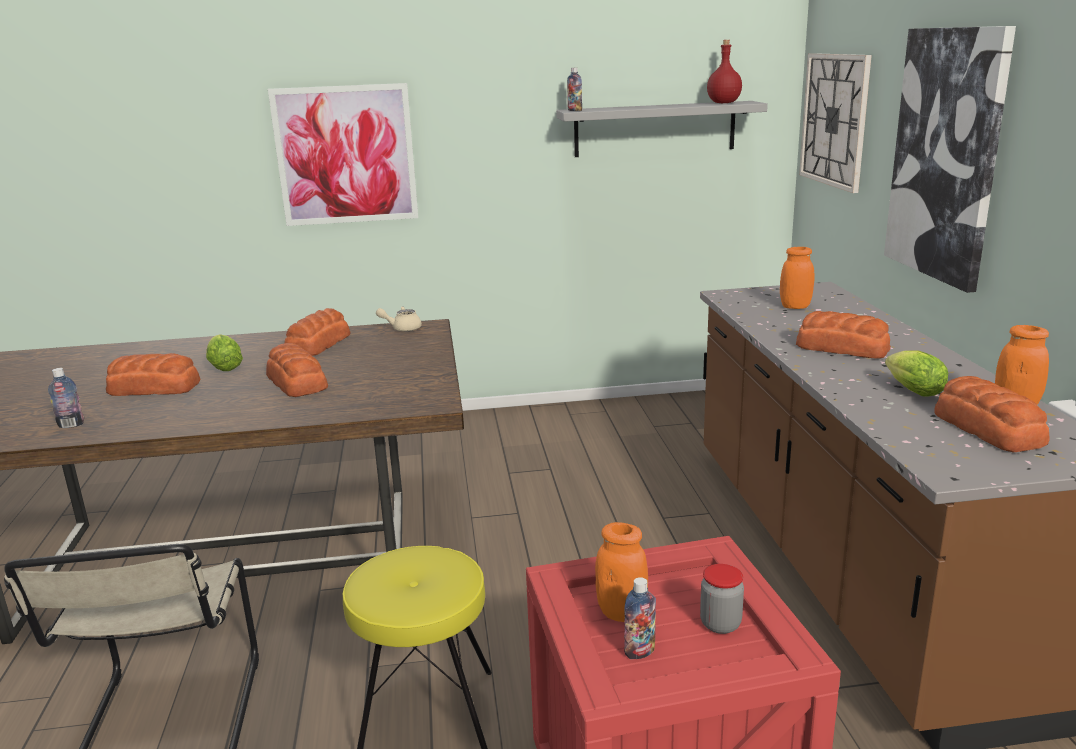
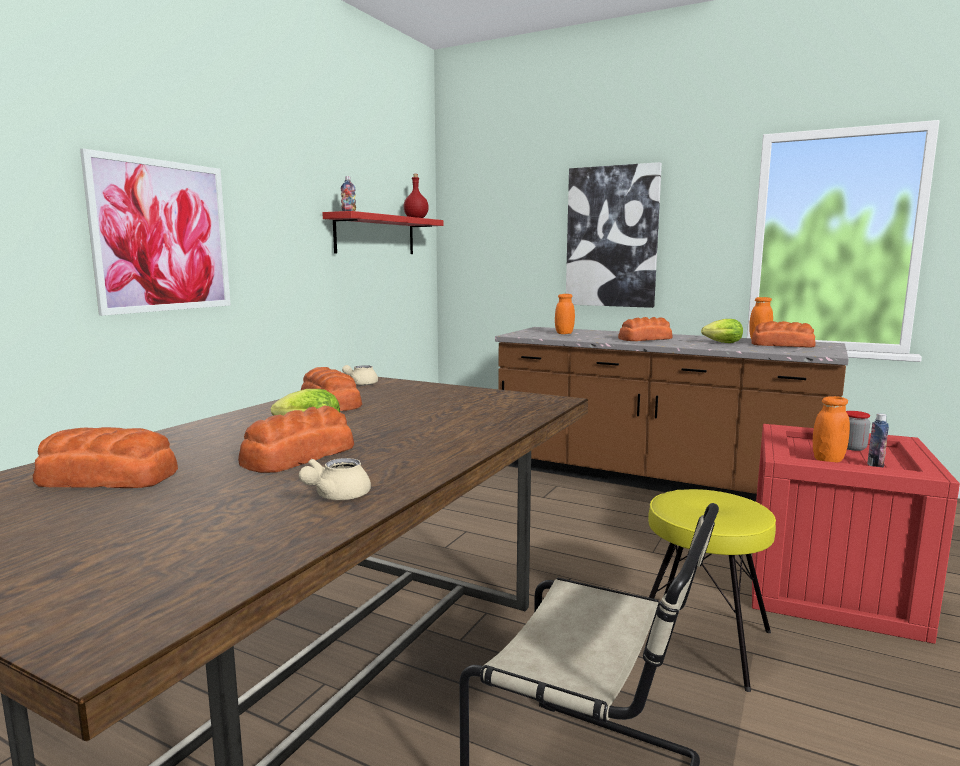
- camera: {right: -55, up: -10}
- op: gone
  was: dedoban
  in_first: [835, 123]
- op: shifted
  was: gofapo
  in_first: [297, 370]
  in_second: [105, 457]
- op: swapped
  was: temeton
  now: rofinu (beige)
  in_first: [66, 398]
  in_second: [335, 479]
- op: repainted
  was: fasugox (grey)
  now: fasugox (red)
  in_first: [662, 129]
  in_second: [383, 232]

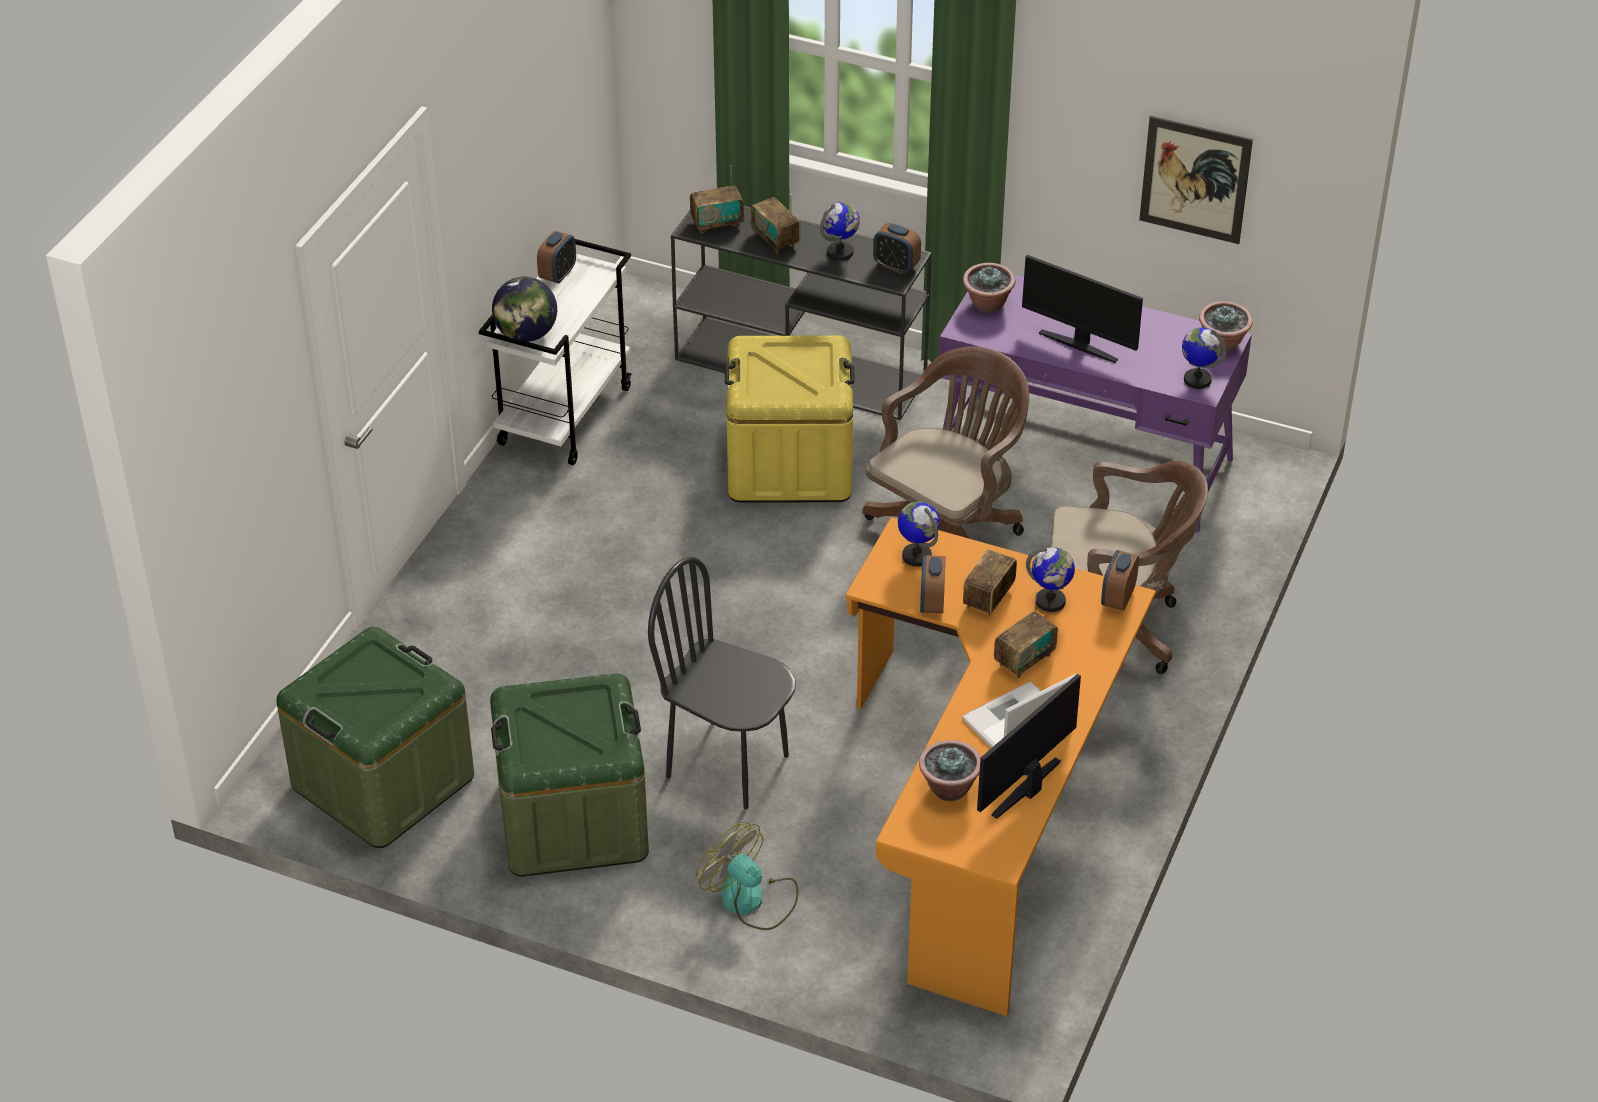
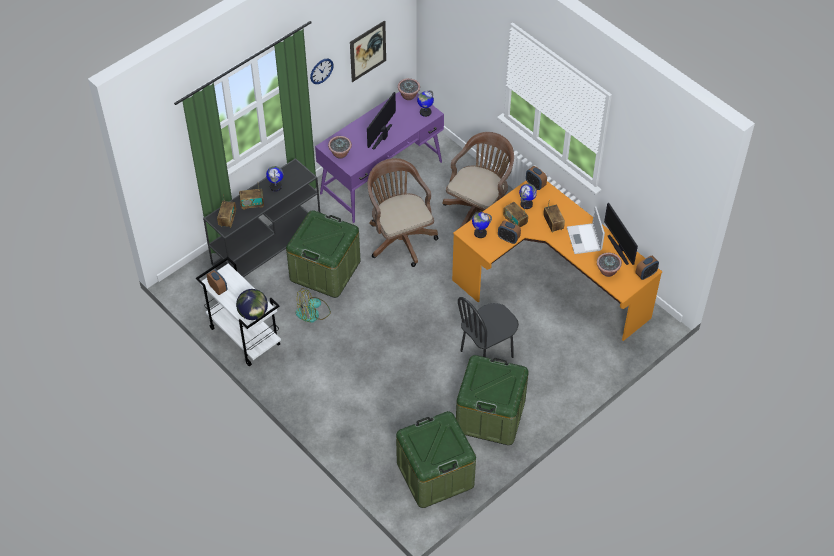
- camera: {right: -65, up: 10}
- op: new
  now: dedoban
  in_second: [322, 71]
- op: shifted
  was: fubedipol
  in_first: [747, 876]
  in_second: [313, 305]
- op: shifted
  was: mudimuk
  in_first: [897, 248]
  in_second: [647, 268]
- op: repainted
  was: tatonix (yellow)
  now: tatonix (green)
  in_first: [790, 419]
  in_second: [323, 254]
- op: rotated
  was: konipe
  in_first: [1082, 309]
  in_second: [381, 120]
  clockwise: 150

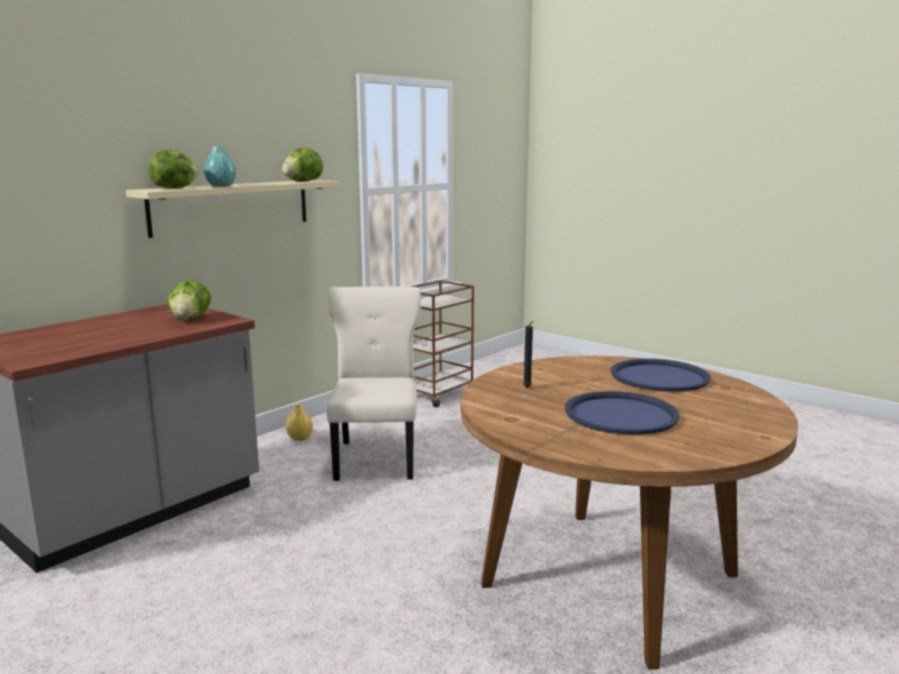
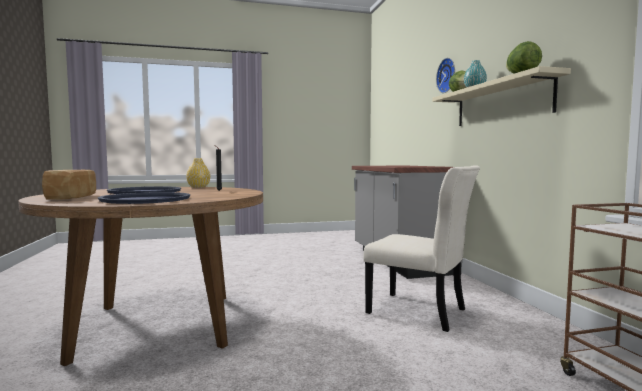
- camera: {right: 125, up: -10}
- op: gone
  was: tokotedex
  in_first: [190, 300]
- op: new
  now: gofapo
  in_second: [69, 185]
- op: new
  now: dedoban
  in_second: [445, 75]
- op: shifted
  was: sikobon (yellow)
  in_first: [299, 423]
  in_second: [198, 173]

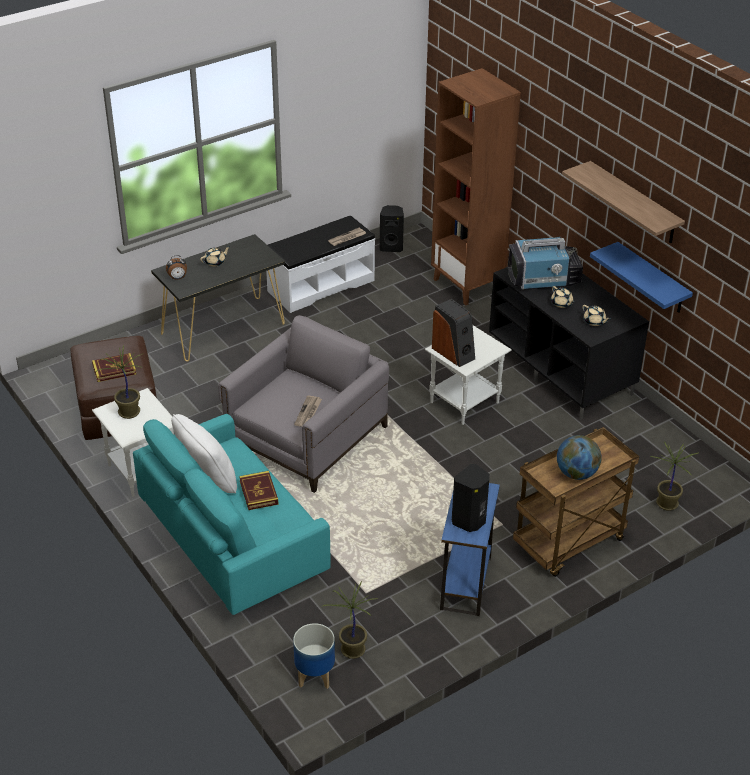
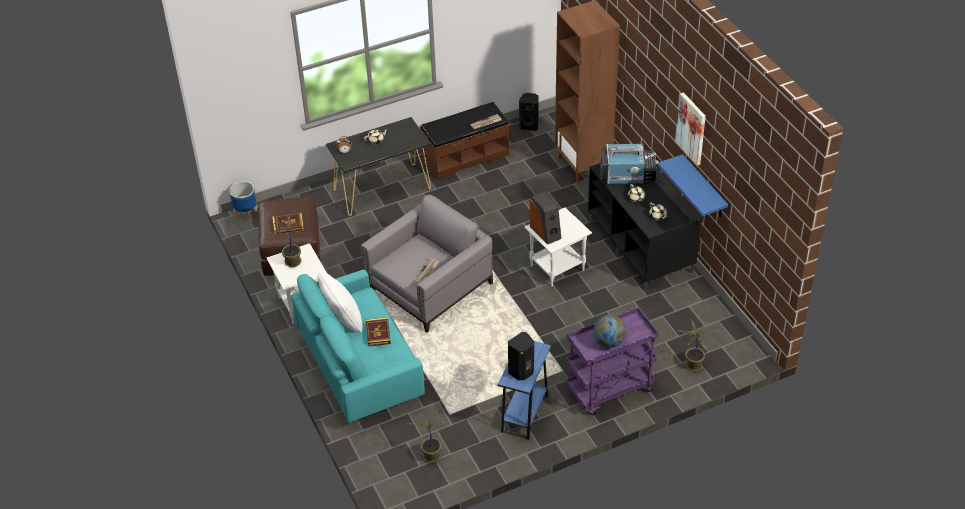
- camera: {right: 10, up: 5}
- op: shifted
  was: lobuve
  in_first: [314, 656]
  in_second: [243, 201]
- op: swapped
  was: fasugox
  now: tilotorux
  in_first: [623, 202]
  in_second: [691, 129]
- op: repainted
  was: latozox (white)
  now: latozox (brown)
  in_first: [320, 264]
  in_second: [464, 140]
- op: repainted
  was: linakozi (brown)
  now: linakozi (purple)
  in_first: [576, 502]
  in_second: [612, 361]

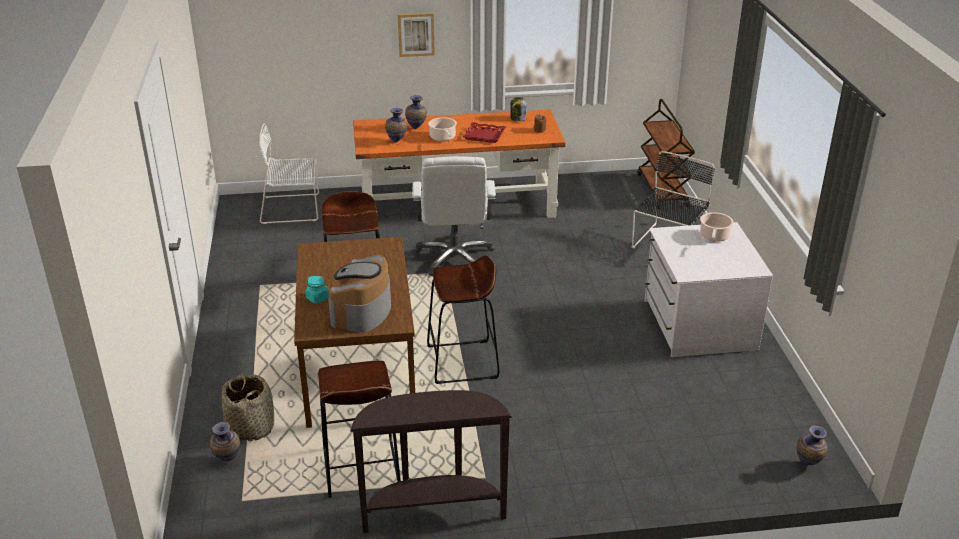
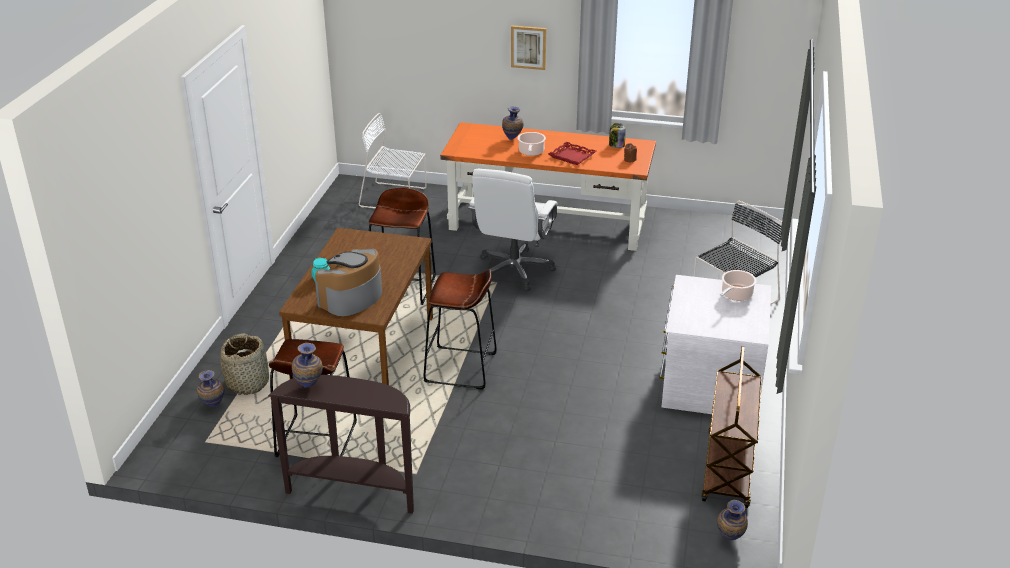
- camera: {right: 20, up: 0}
- op: shifted
  was: sikobon
  in_first: [396, 125]
  in_second: [307, 365]
- op: shifted
  was: linakozi (brown)
  in_first: [666, 154]
  in_second: [732, 427]

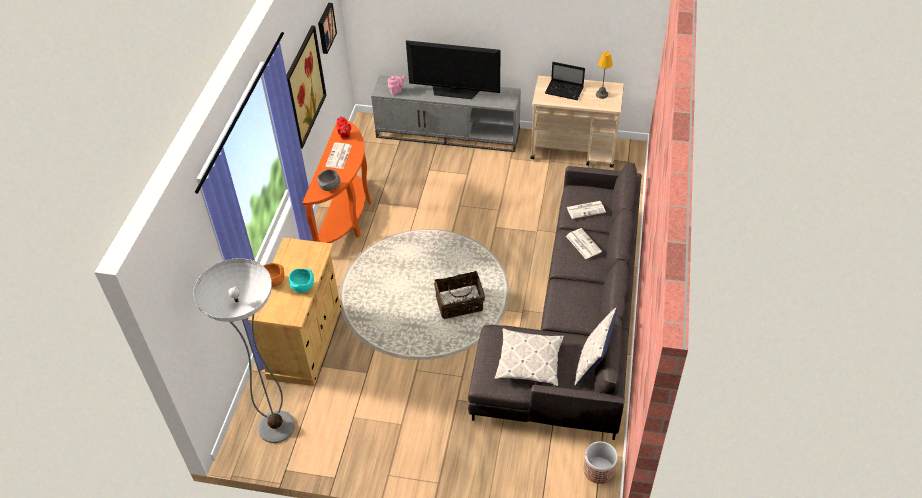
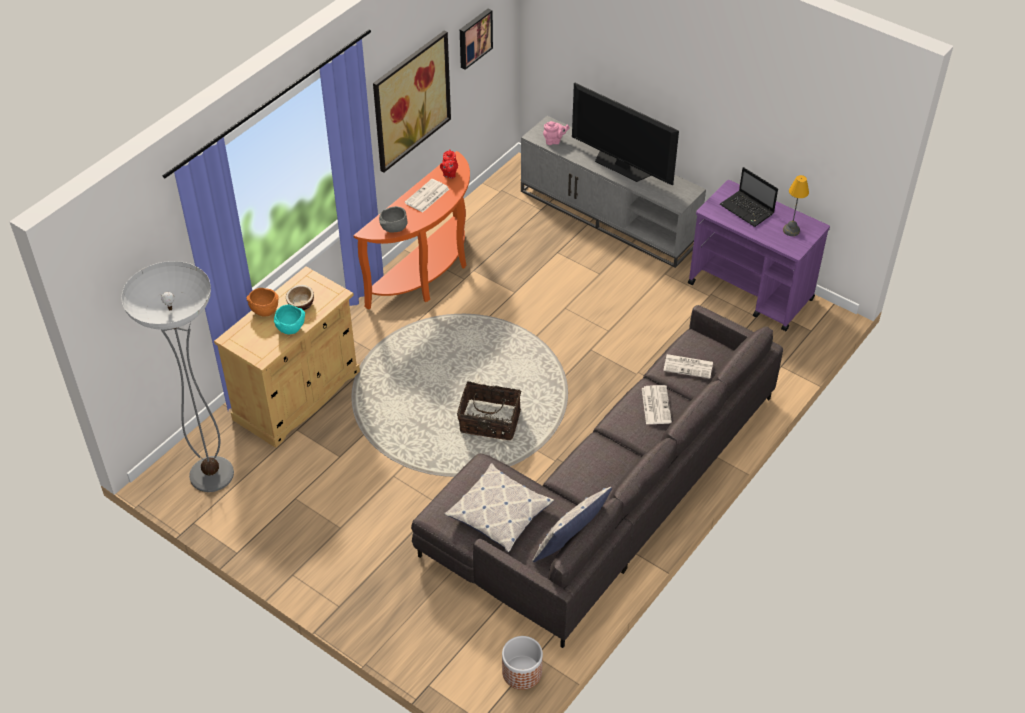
- camera: {right: 25, up: 0}
- op: new
  now: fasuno
  in_second: [300, 297]
- op: repainted
  was: linakozi (beige)
  now: linakozi (purple)
  in_first: [577, 121]
  in_second: [759, 256]

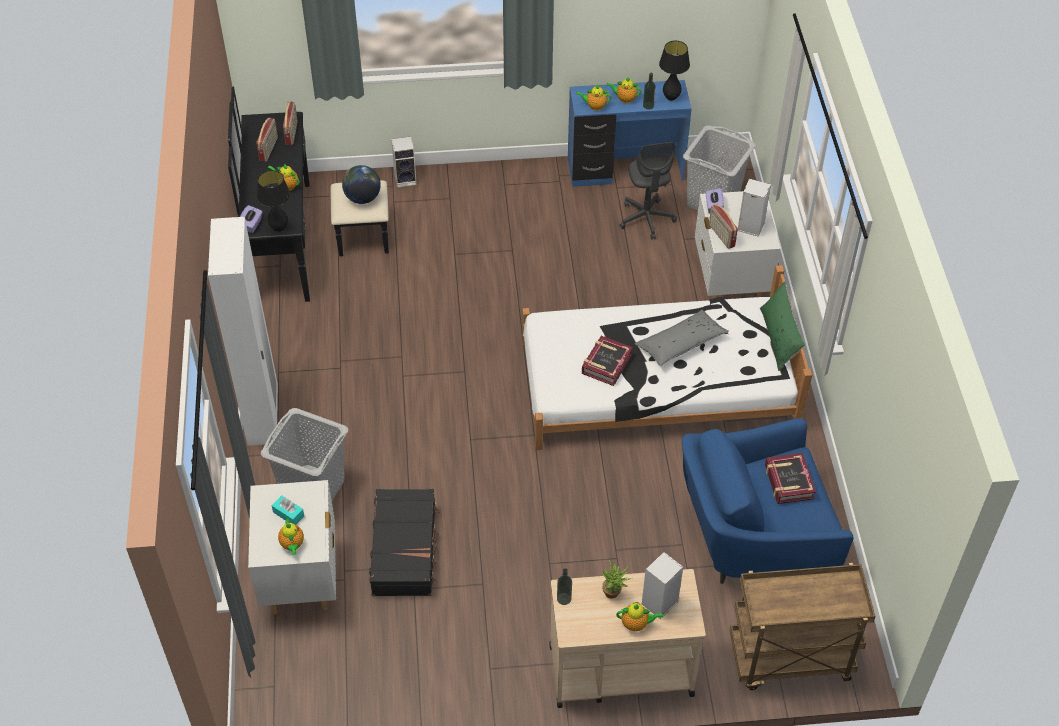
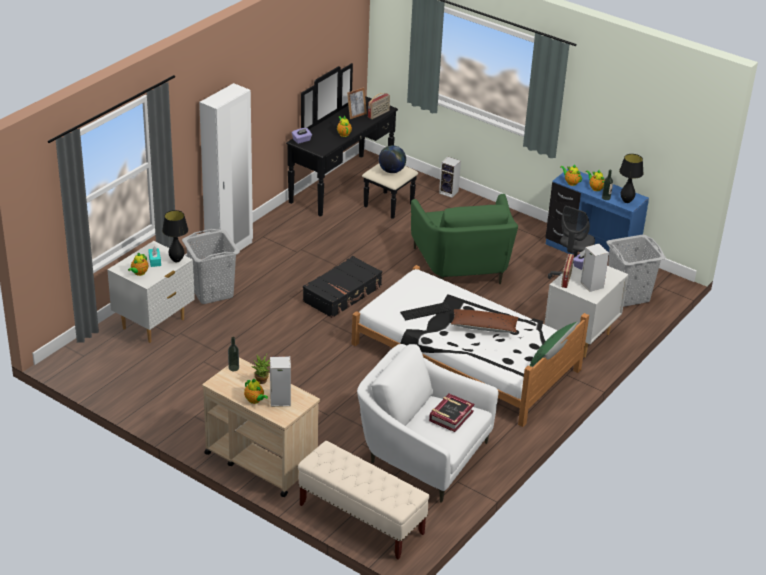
- camera: {right: 40, up: -15}
- op: new
  now: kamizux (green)
  in_second: [464, 239]
- op: shifted
  was: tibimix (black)
  in_first: [273, 201]
  in_second: [175, 236]
- op: shifted
  was: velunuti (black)
  in_first: [404, 542]
  in_second: [342, 287]
- op: swapped
  was: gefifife
  now: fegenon
  in_first: [267, 140]
  in_second: [357, 103]
- op: swapped
  was: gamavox
  now: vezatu
  in_first: [607, 361]
  in_second: [426, 311]
- op: swapped
  was: linakozi (brown)
  now: latozox (beige)
  in_first: [802, 626]
  in_second: [363, 500]
- op: repainted
  was: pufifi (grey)
  now: pufifi (brown)
  in_first: [682, 338]
  in_second: [484, 321]
- op: repainted
  was: kamizux (blue)
  now: kamizux (white)
  in_first: [768, 501]
  in_second: [427, 423]

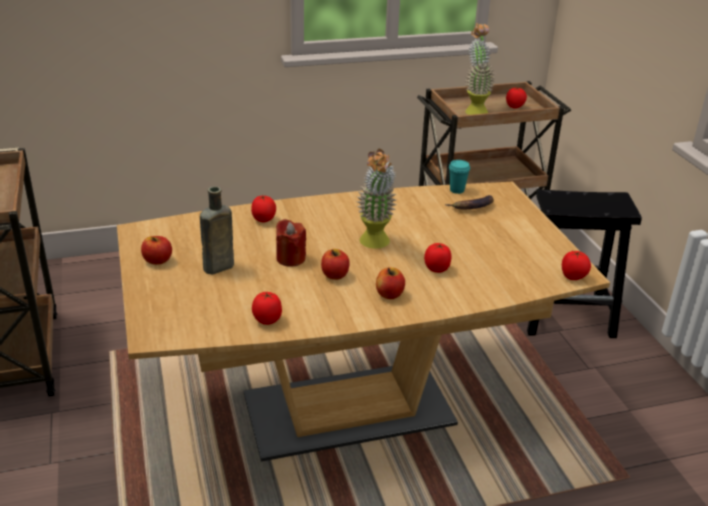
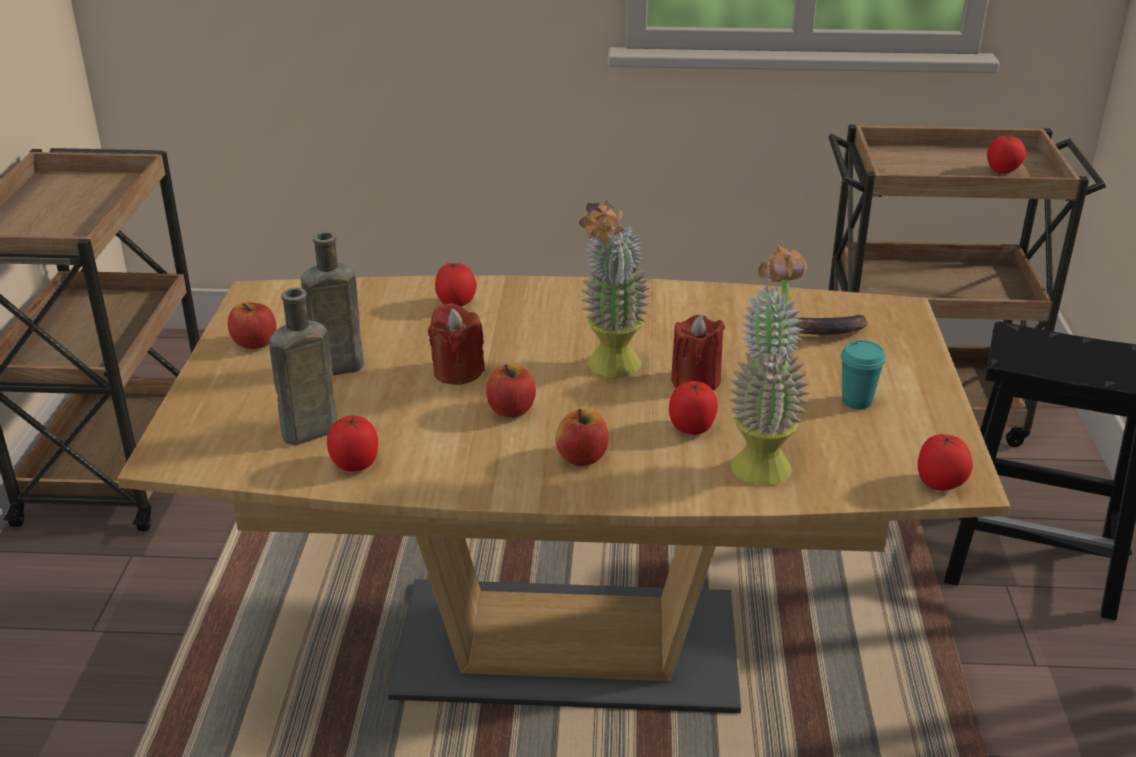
- camera: {right: 20, up: 0}
- op: new
  now: temeton (brown)
  in_second: [303, 366]
- op: new
  now: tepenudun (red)
  in_second: [698, 352]
- op: shifted
  was: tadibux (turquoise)
  in_first: [459, 177]
  in_second: [863, 375]
- op: shifted
  was: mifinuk
  in_first: [480, 69]
  in_second: [769, 365]

